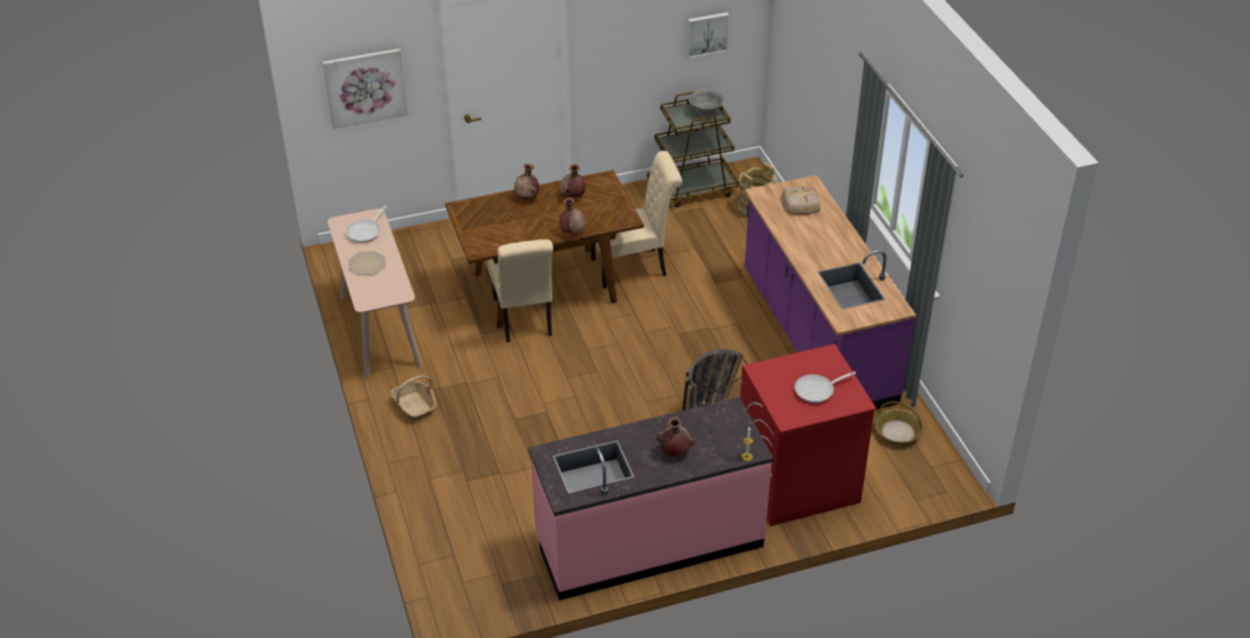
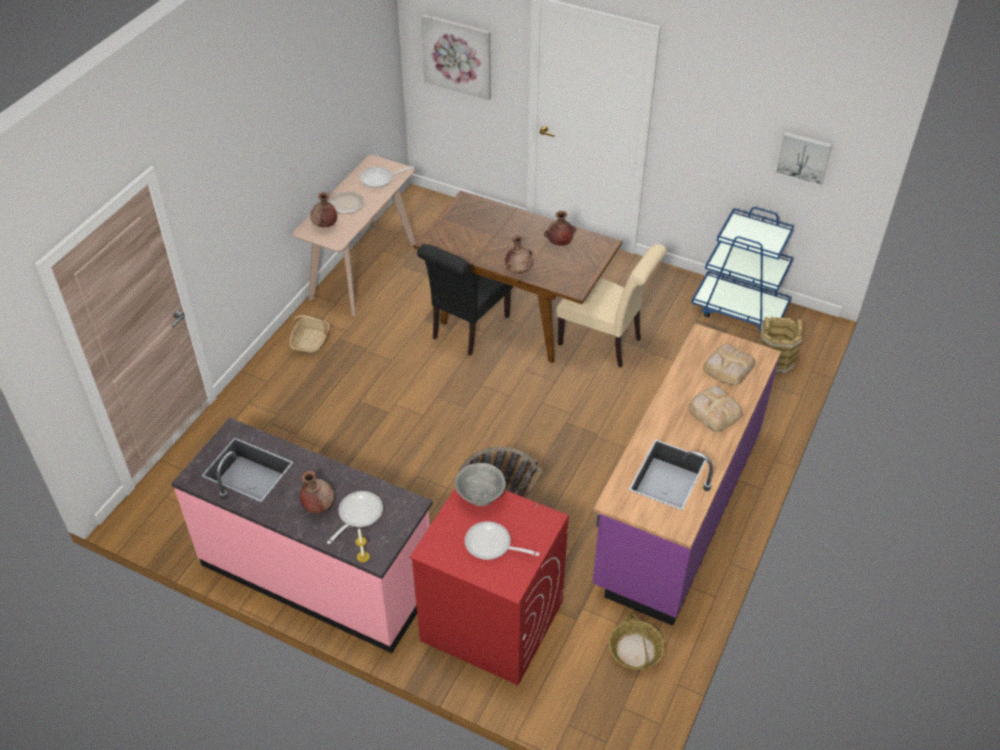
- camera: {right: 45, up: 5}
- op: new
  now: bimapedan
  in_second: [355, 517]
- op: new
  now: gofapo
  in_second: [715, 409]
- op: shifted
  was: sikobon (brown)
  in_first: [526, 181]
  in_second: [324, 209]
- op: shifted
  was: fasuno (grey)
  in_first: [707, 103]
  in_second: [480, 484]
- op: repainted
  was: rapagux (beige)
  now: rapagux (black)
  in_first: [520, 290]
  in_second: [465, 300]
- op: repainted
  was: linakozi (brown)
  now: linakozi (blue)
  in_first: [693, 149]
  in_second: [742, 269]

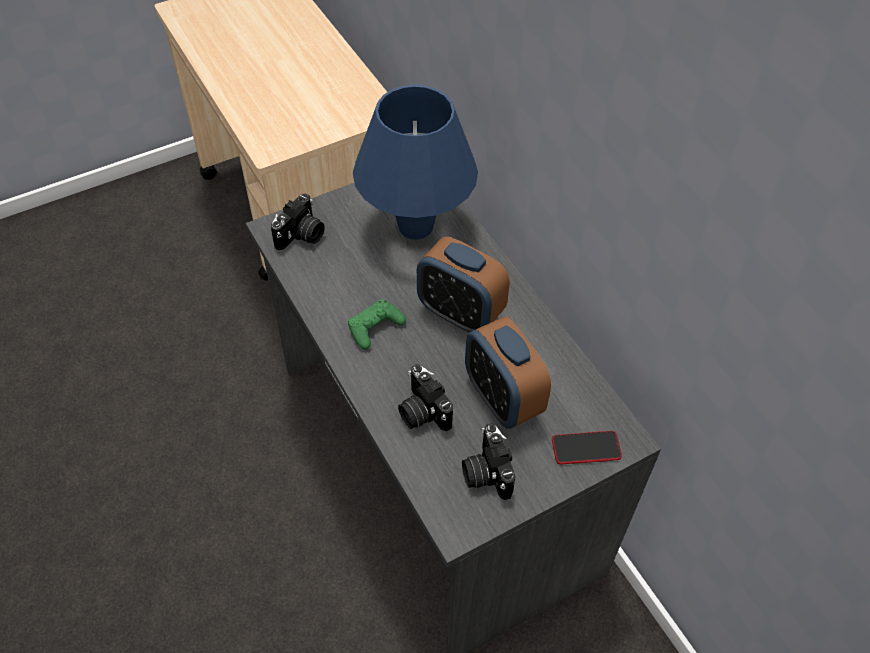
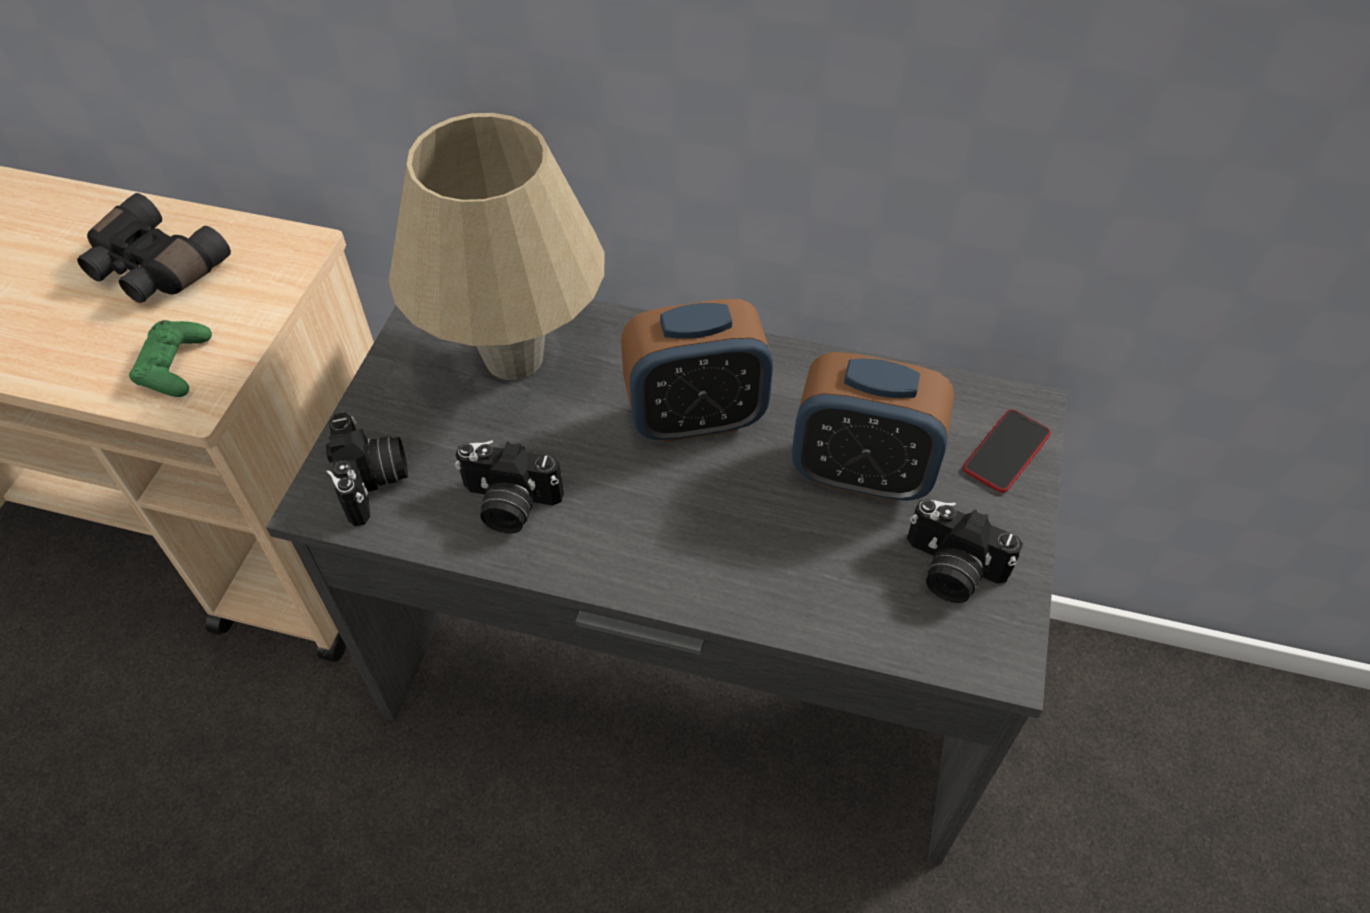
- camera: {right: -45, up: 0}
- op: new
  now: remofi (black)
  in_second: [154, 248]
- op: shifted
  was: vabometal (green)
  in_first: [377, 324]
  in_second: [170, 358]
- op: shifted
  was: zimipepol
  in_first: [425, 397]
  in_second: [509, 487]
- op: repainted
  was: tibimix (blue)
  now: tibimix (beige)
  in_first: [415, 162]
  in_second: [496, 246]

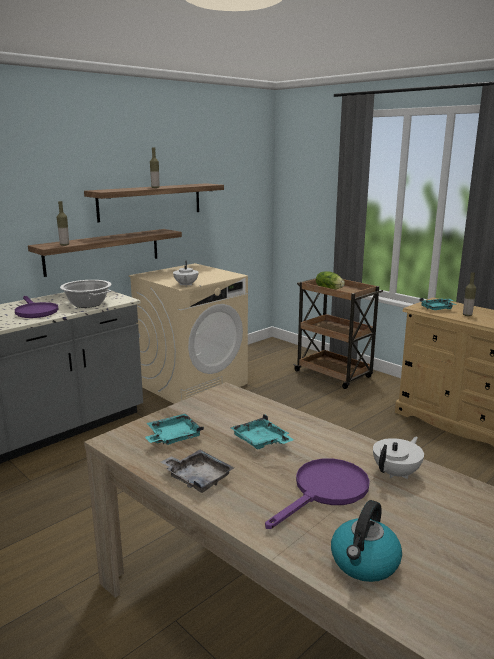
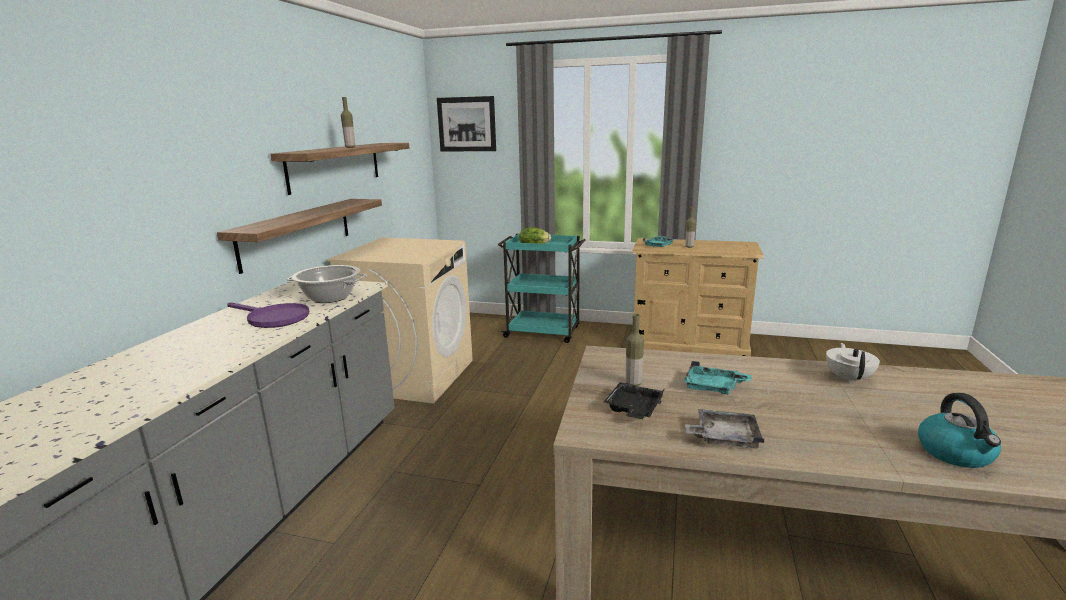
- camera: {right: -30, up: 0}
- op: gone
  was: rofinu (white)
  in_first: [185, 273]
- op: gone
  was: bimapedan (purple)
  in_first: [317, 493]
- op: new
  now: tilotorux
  in_second: [466, 124]
- op: shifted
  was: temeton
  in_first: [63, 223]
  in_second: [635, 350]
- op: repainted
  was: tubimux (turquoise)
  now: tubimux (black)
  in_first: [174, 429]
  in_second: [634, 400]
- op: repainted
  was: linakozi (brown)
  now: linakozi (turquoise)
  in_first: [338, 333]
  in_second: [541, 288]

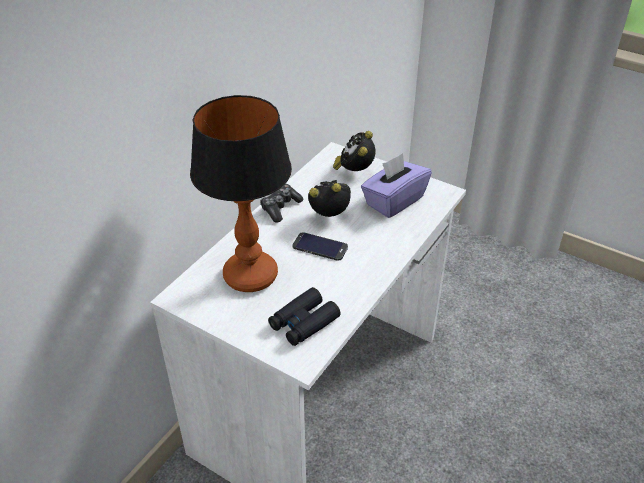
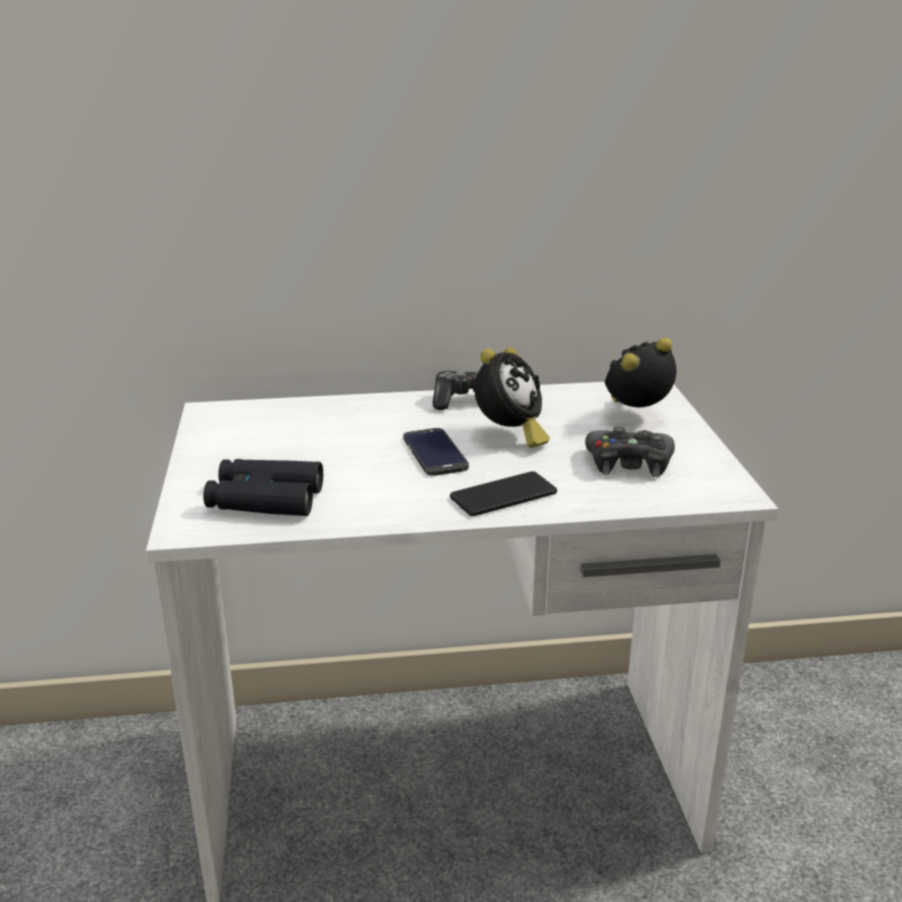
- camera: {right: 50, up: -15}
- op: gone
  was: tibimix
  in_first: [241, 193]
- op: new
  now: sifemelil
  in_second: [503, 493]
- op: swapped
  was: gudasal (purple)
  now: vabometal (black)
  in_first: [396, 185]
  in_second: [630, 452]
- op: rotated
  was: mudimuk
  in_first: [329, 198]
  in_second: [512, 397]
  clockwise: 75

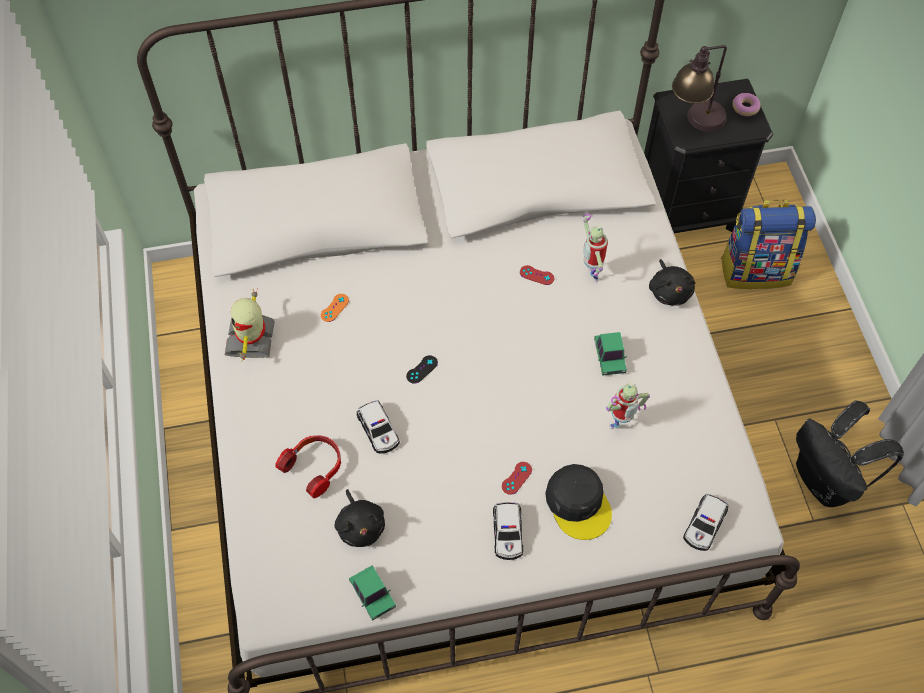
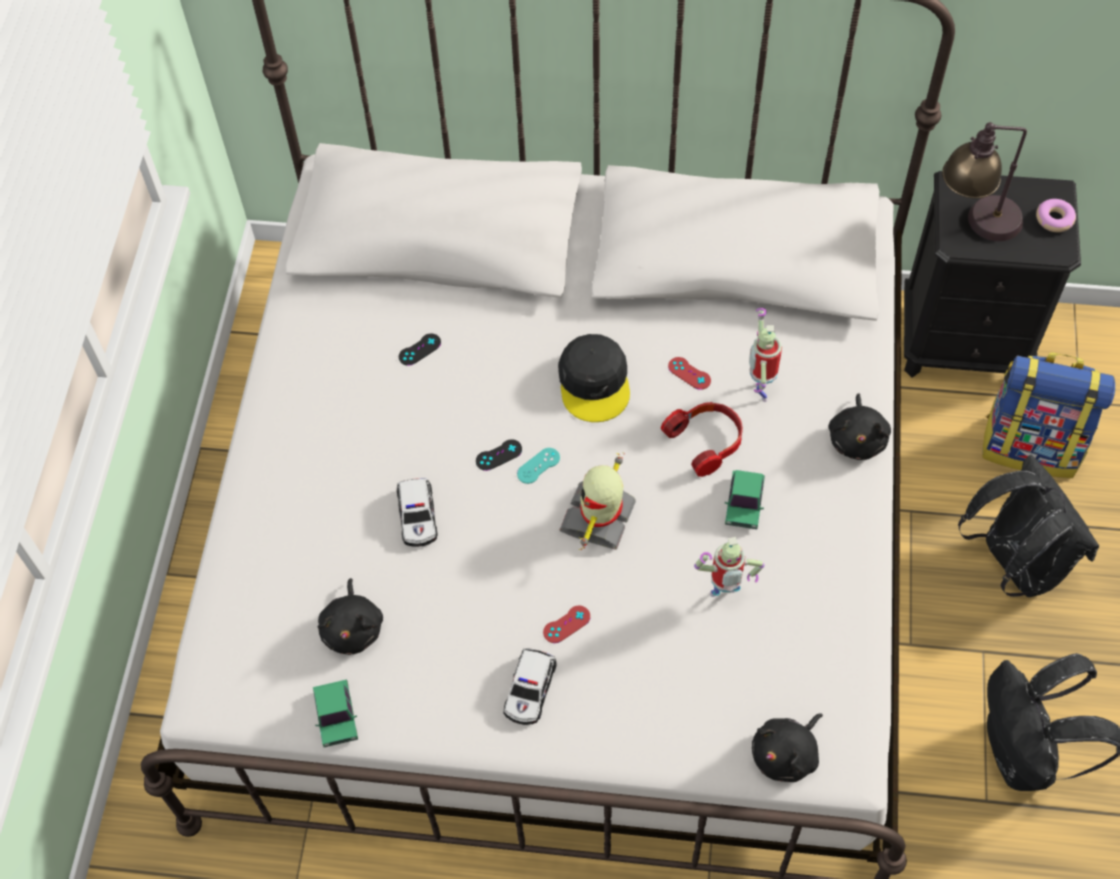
- camera: {right: 20, up: 0}
- op: new
  now: vabometal (turquoise)
  in_second: [538, 466]
- op: new
  now: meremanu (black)
  in_second: [1028, 526]
- op: shifted
  was: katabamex
  in_first: [250, 325]
  in_second: [597, 501]
- op: shifted
  was: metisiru
  in_first: [308, 466]
  in_second: [702, 439]
- op: shifted
  was: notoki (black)
  in_first: [578, 502]
  in_second: [594, 378]
- op: swapped
  was: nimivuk
  now: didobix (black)
  in_first: [705, 522]
  in_second: [787, 747]
- op: repainted
  was: vabometal (orange)
  now: vabometal (black)
  in_first: [335, 308]
  in_second: [420, 349]

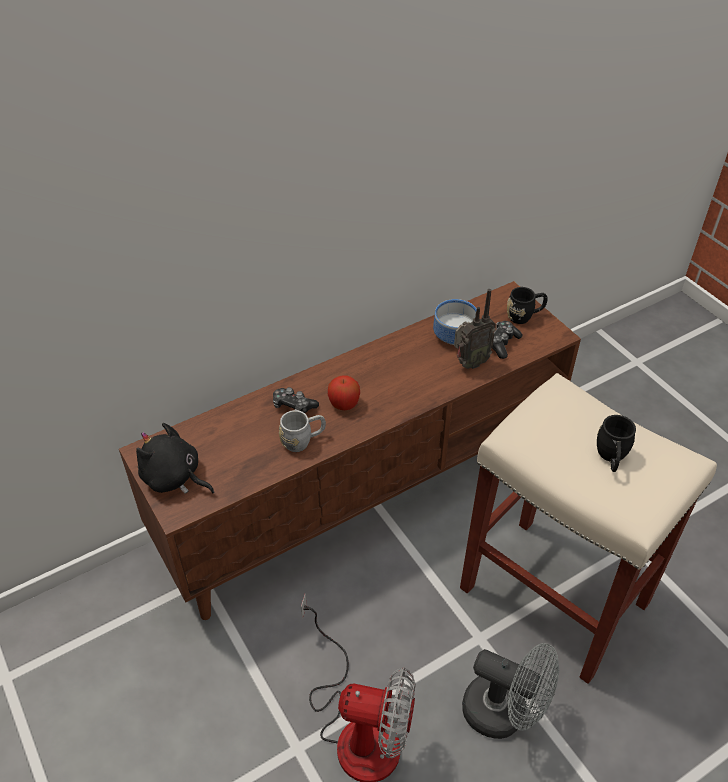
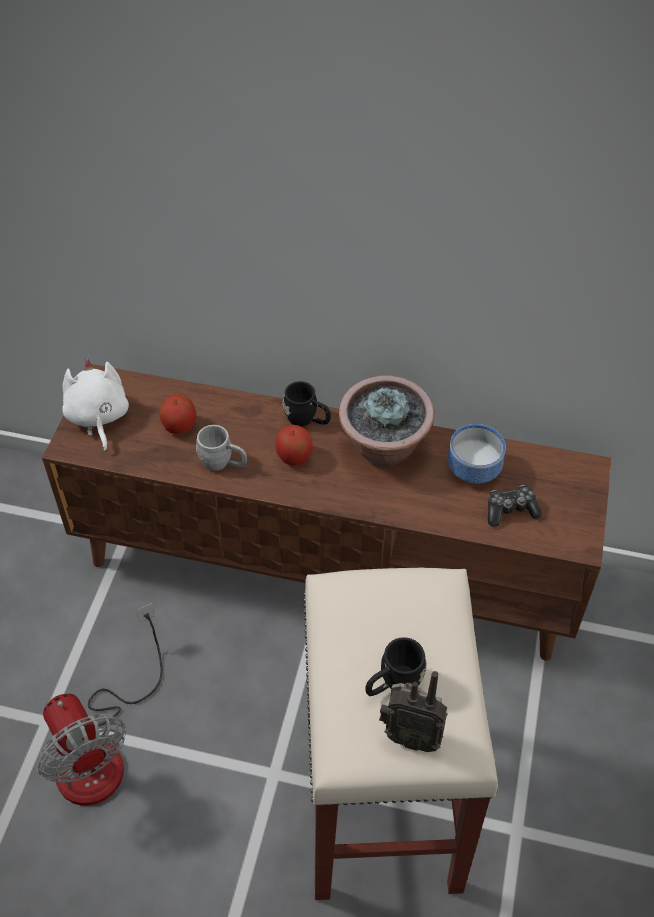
- camera: {right: 45, up: 5}
- op: gone
  was: vabometal
  in_first: [296, 400]
- op: gone
  was: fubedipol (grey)
  in_first: [510, 691]
- op: new
  now: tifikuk
  in_second: [178, 414]
- op: new
  now: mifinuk
  in_second: [387, 420]
- op: shifted
  was: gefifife
  in_first: [475, 329]
  in_second: [413, 711]
- op: shifted
  was: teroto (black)
  in_first: [527, 305]
  in_second: [307, 403]
- op: repainted
  was: didobix (black)
  now: didobix (white)
  in_first: [175, 458]
  in_second: [95, 405]

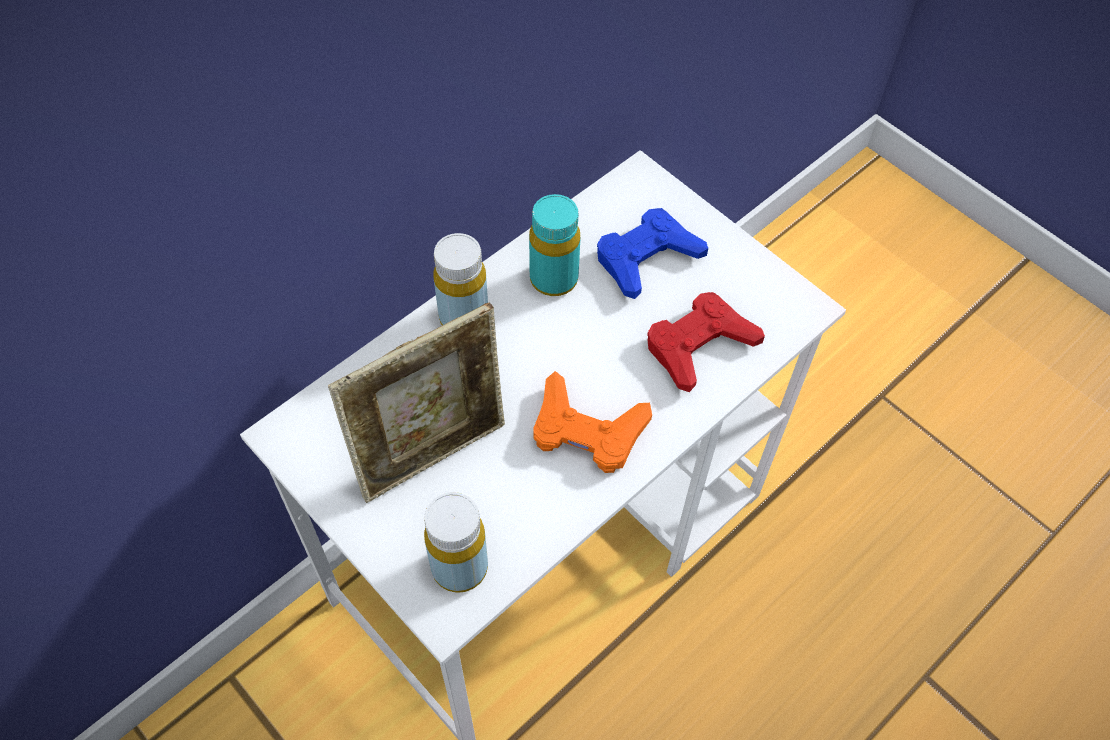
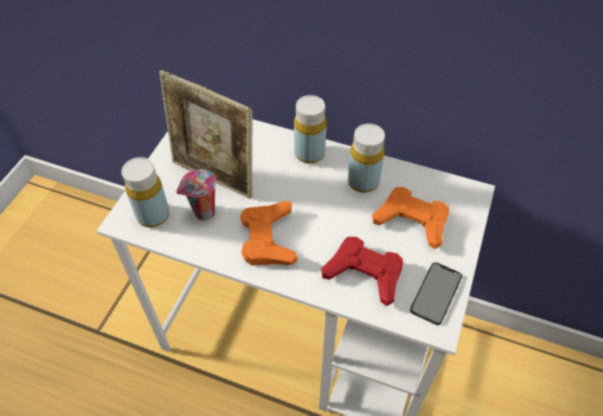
- camera: {right: 65, up: -5}
- op: new
  now: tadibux
  in_second: [196, 195]
- op: new
  now: sifemelil
  in_second: [436, 293]
- op: repainted
  was: temeton (turquoise)
  now: temeton (yellow)
  in_first: [554, 245]
  in_second: [366, 158]
- op: repainted
  was: vabometal (blue)
  now: vabometal (orange)
  in_first: [652, 253]
  in_second: [410, 218]

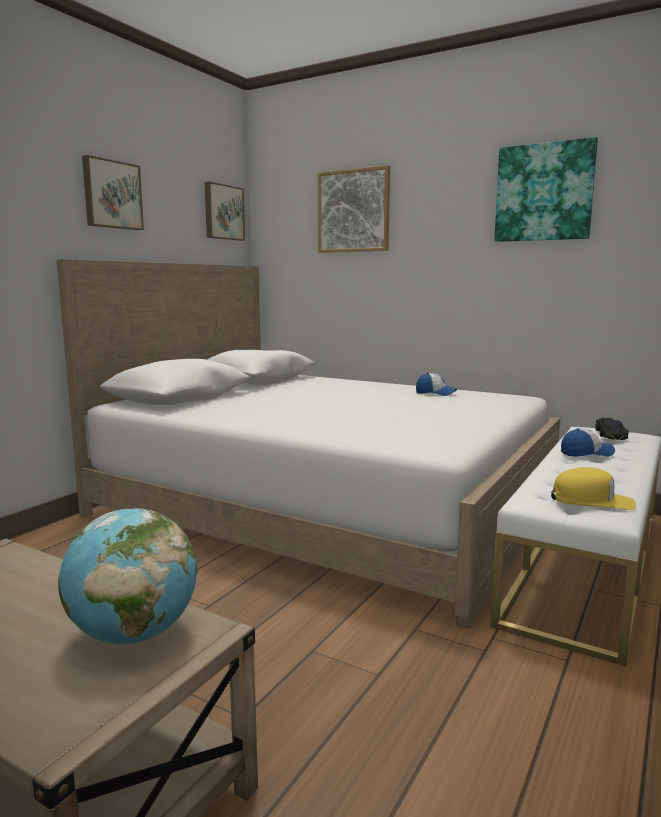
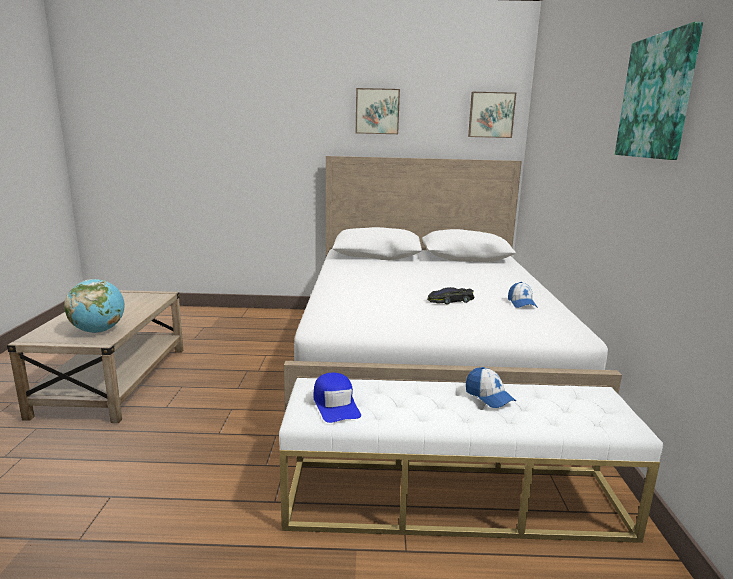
- camera: {right: 60, up: 5}
- op: gone
  was: tilotorux
  in_first: [354, 209]
- op: shifted
  was: nimivuk (black)
  in_first: [612, 429]
  in_second: [450, 295]
- op: repainted
  was: notoki (yellow)
  now: notoki (blue)
  in_first: [593, 488]
  in_second: [337, 398]

